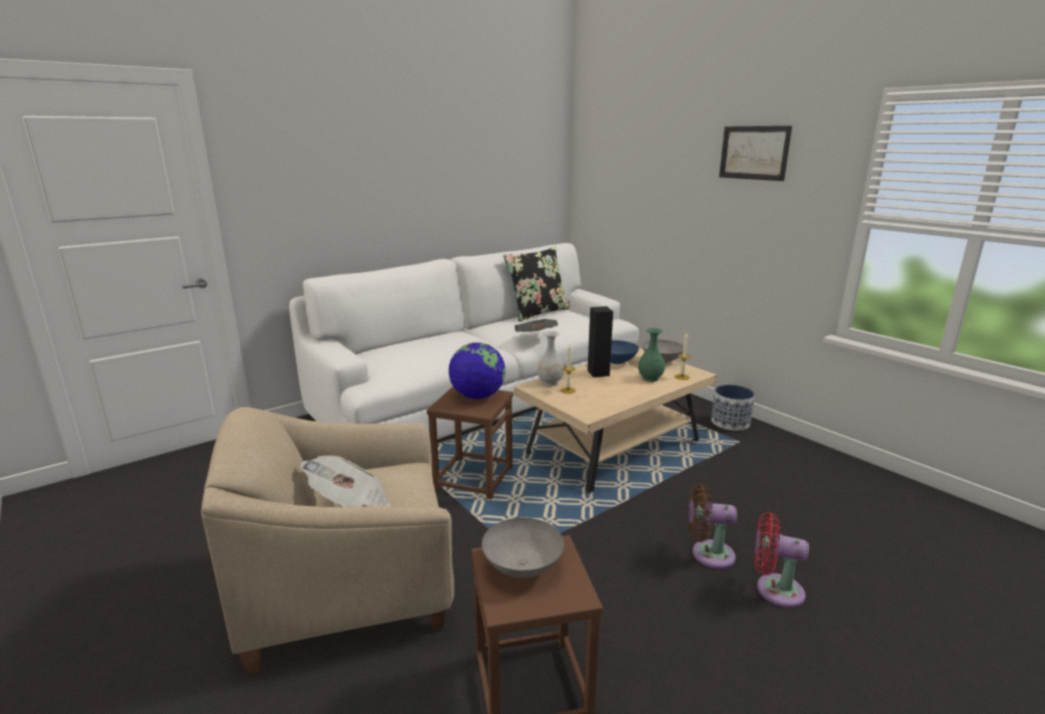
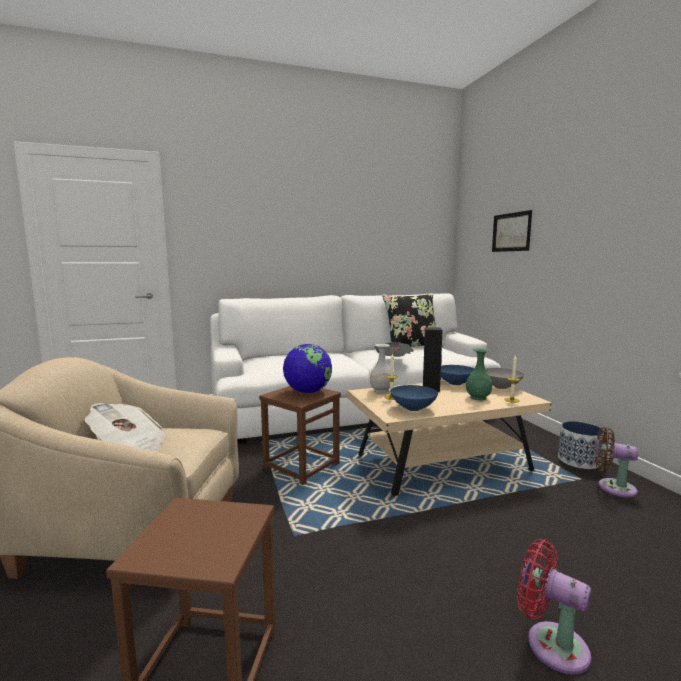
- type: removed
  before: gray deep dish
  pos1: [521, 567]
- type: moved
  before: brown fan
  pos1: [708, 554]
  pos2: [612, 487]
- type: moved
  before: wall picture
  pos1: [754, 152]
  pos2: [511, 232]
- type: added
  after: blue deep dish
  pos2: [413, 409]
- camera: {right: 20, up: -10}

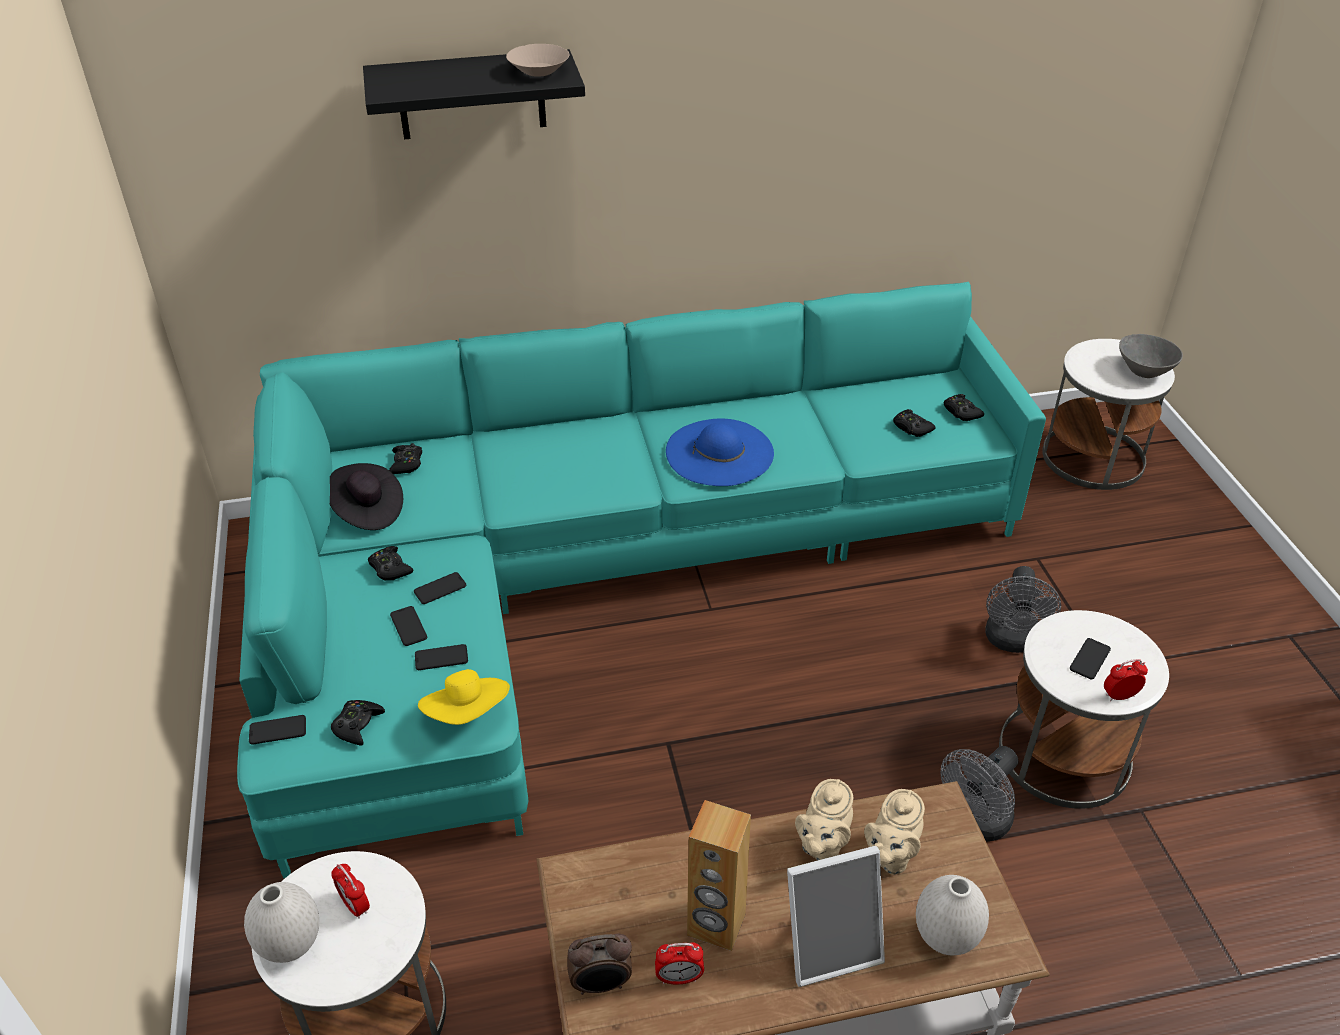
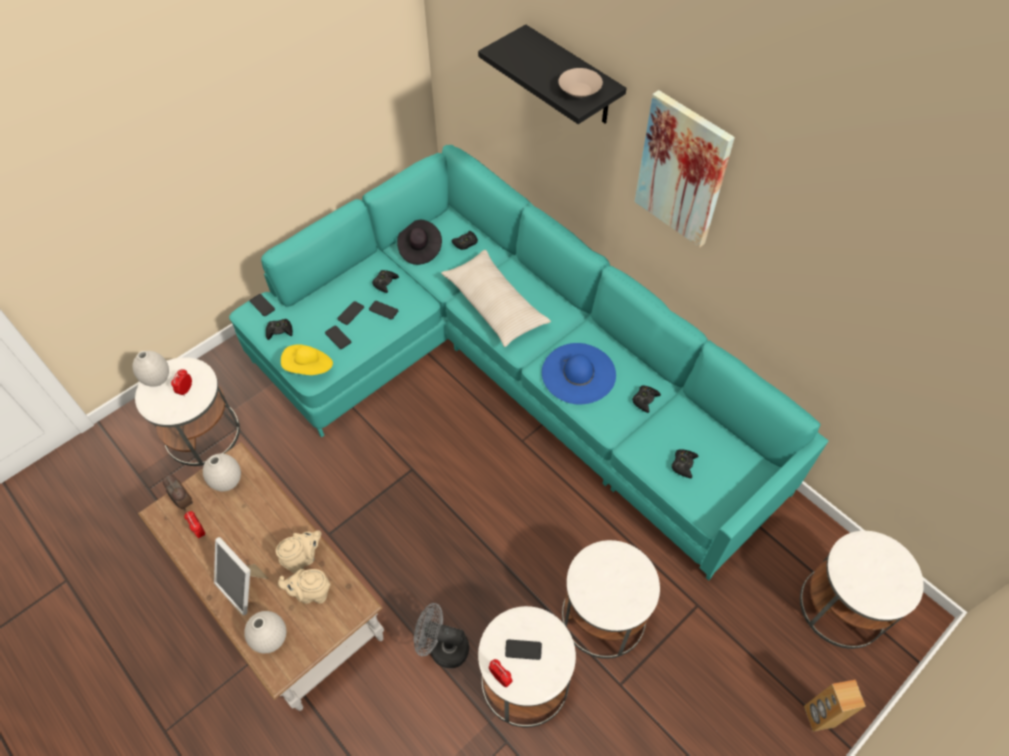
- type: moved
  before: brown audio speaker
  pos1: [716, 925]
  pos2: [818, 716]
- type: turned
  before: beige tea pot
  pos1: [822, 845]
  pos2: [303, 558]
  turn: 150
- type: moved
  before: blackish game controller
  pos1: [961, 412]
  pos2: [645, 400]
- type: replaced
  before: gray fan
  after: white side table
  pos1: [1011, 642]
  pos2: [604, 616]
- type: removed
  before: gray deep dish
  pos1: [1143, 371]
- type: added
  after: white vase
  pos2: [227, 482]
- type: added
  after: beige cushion
  pos2: [495, 305]
- type: added
  after: wall picture
  pos2: [682, 170]
- camera: {right: 60, up: 15}

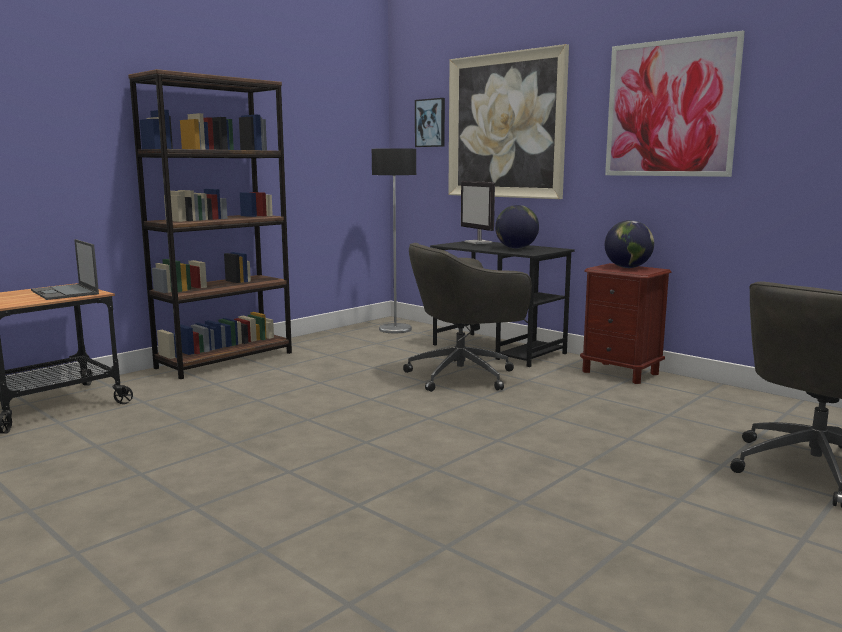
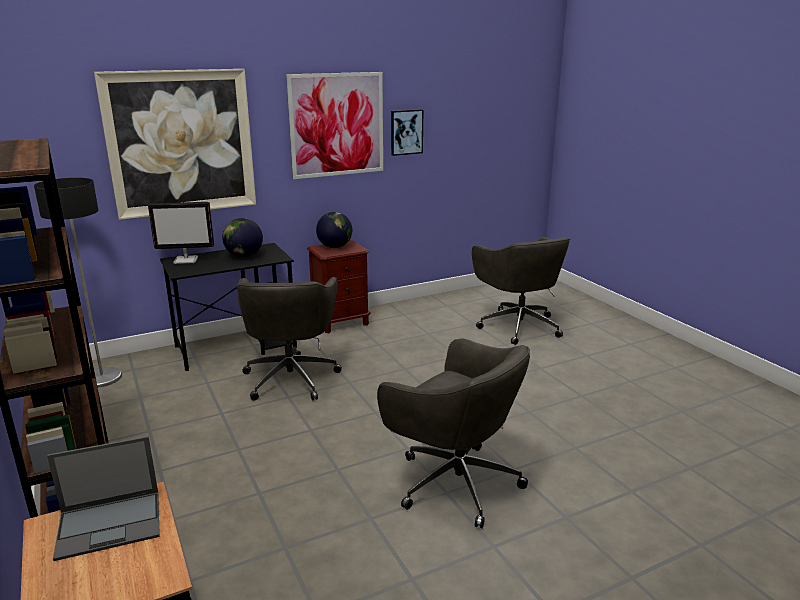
- type: moved
  before: wall picture
  pos1: [430, 123]
  pos2: [406, 132]
- type: added
  after: gray desk chair
  pos2: [454, 481]
- camera: {right: -70, up: 10}

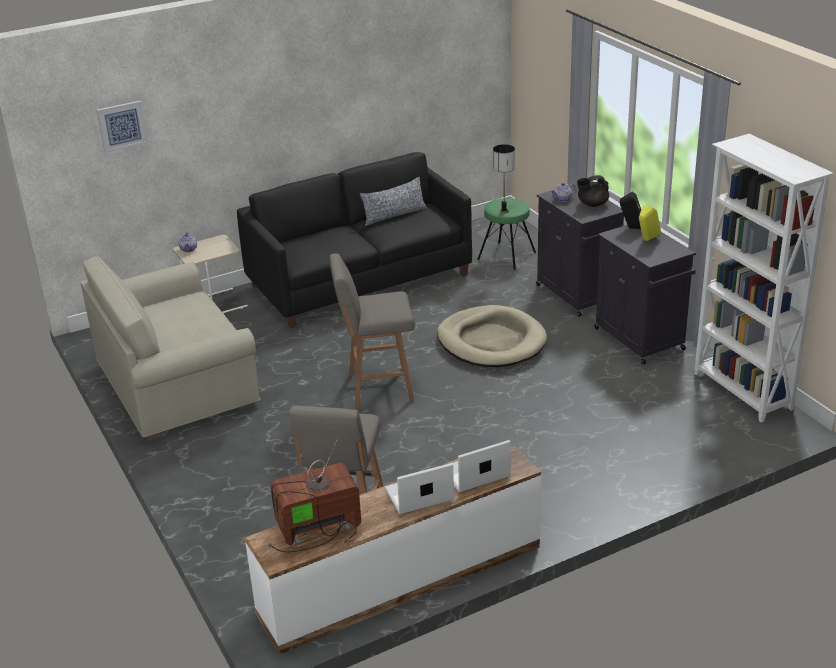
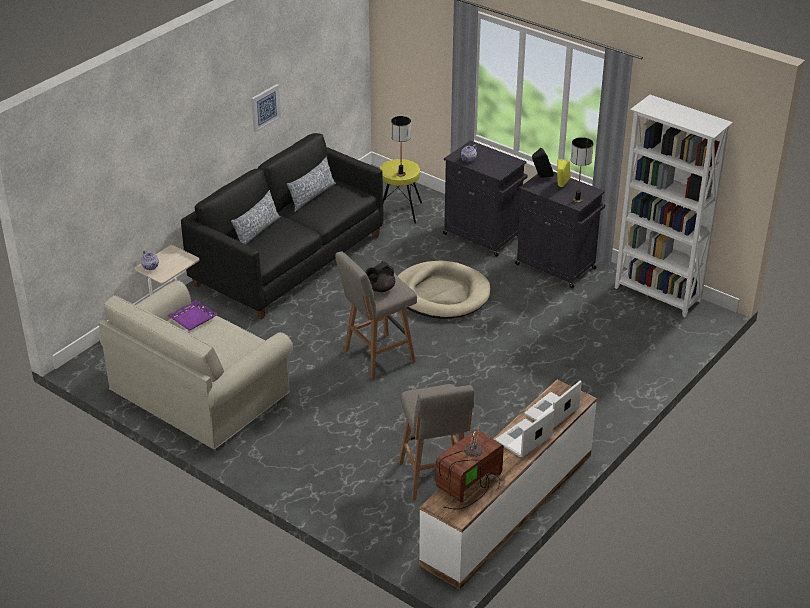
- type: moved
  before: wall picture
  pos1: [122, 126]
  pos2: [265, 107]
- type: recoloured
  before: green-coloured stool seat
  after: yellow stool seat
  pos1: [506, 256]
  pos2: [400, 211]
- type: moved
  before: blackish tea pot
  pos1: [592, 204]
  pos2: [379, 289]
- type: added
  after: purple-coloured tray
  pos2: [192, 318]
- type: added
  after: cushion
  pos2: [257, 231]
- type: added
  after: tabletop lamp
  pos2: [577, 199]
- camera: {right: -25, up: 5}

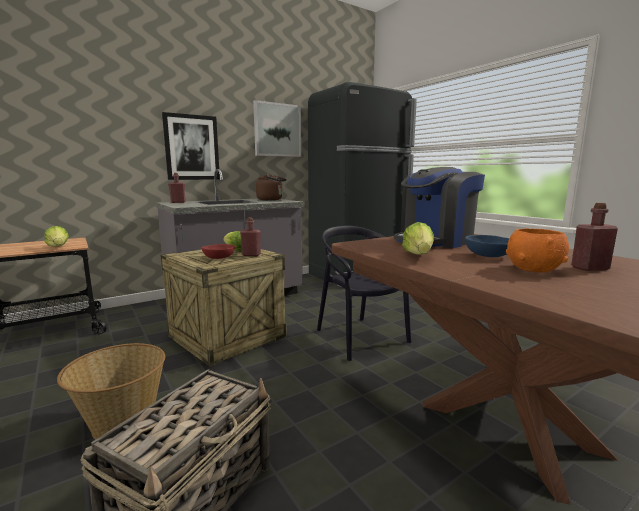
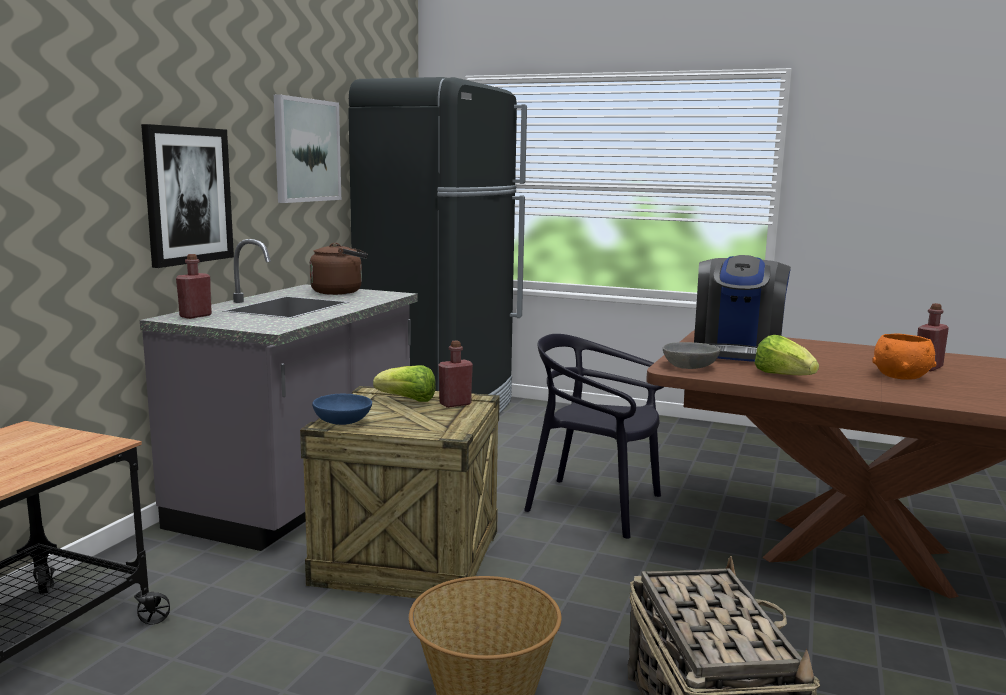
- type: removed
  before: head of lettuce
  pos1: [58, 247]
- type: removed
  before: red-coloured deep dish
  pos1: [219, 258]
- type: moved
  before: blue deep dish
  pos1: [489, 256]
  pos2: [343, 422]
- type: added
  after: gray deep dish
  pos2: [689, 367]
- camera: {right: -35, up: 0}

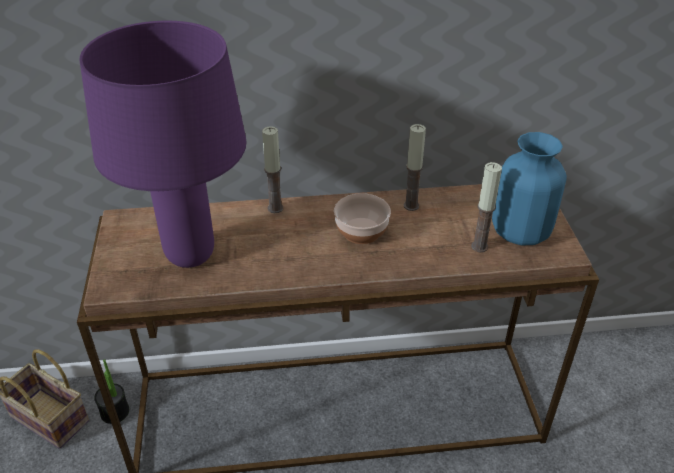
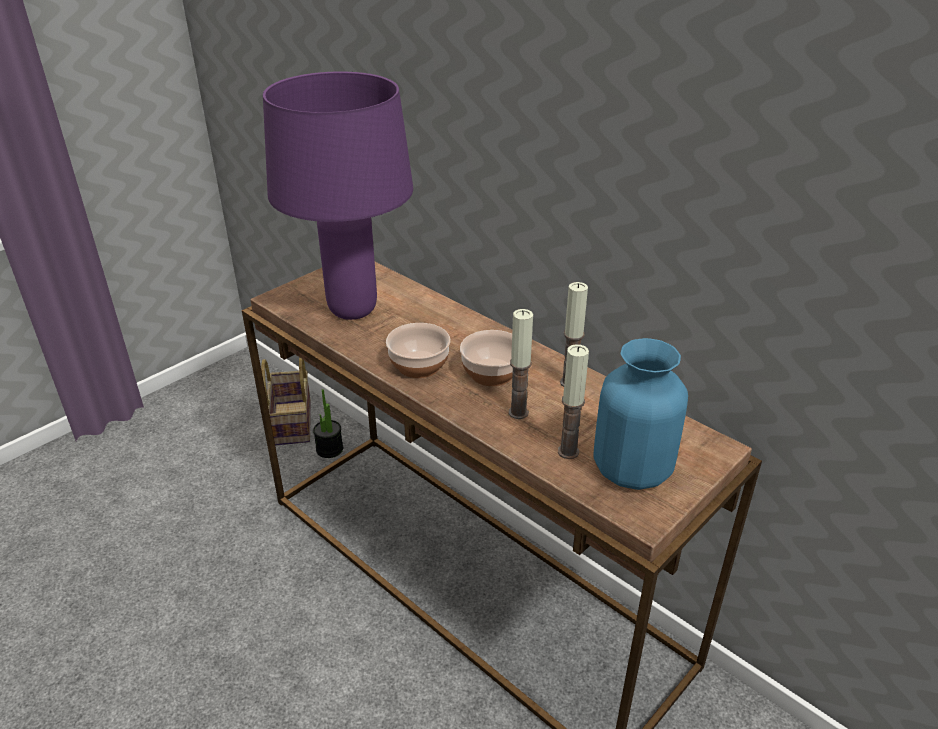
- type: moved
  before: wax light
  pos1: [275, 208]
  pos2: [518, 412]
- type: added
  after: deep dish
  pos2: [418, 365]
- camera: {right: 50, up: -5}

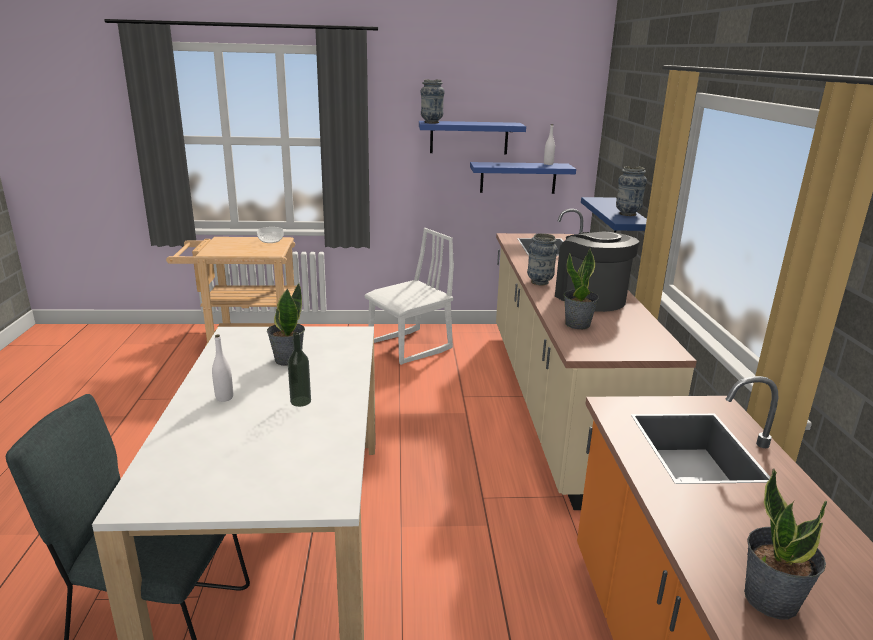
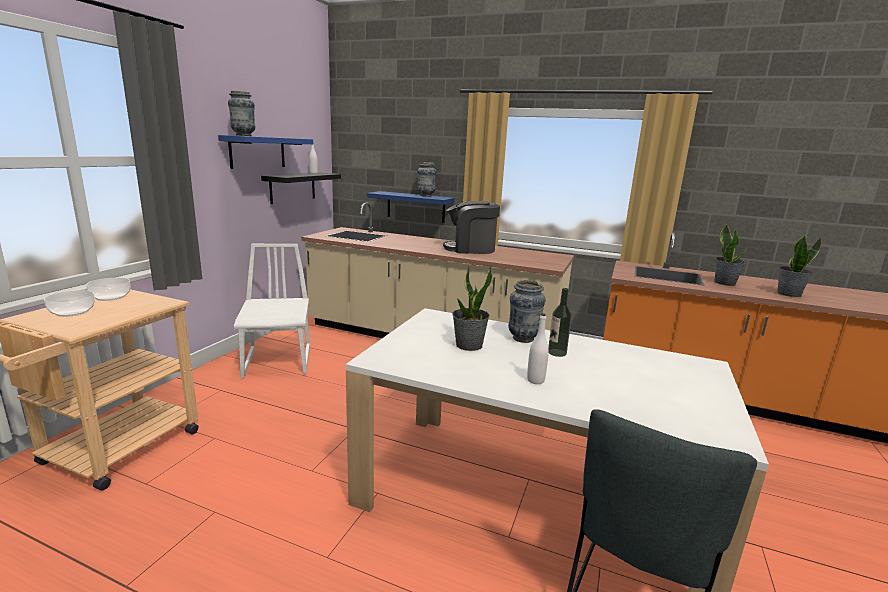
- type: recoloured
  before: blue shelf
  after: blackish shelf
  pos1: [518, 178]
  pos2: [293, 187]
- type: moved
  before: vase
  pos1: [540, 282]
  pos2: [523, 338]
- type: moved
  before: potted plant
  pos1: [578, 324]
  pos2: [725, 283]
- type: added
  after: deep dish
  pos2: [72, 311]
- camera: {right: -65, up: -5}

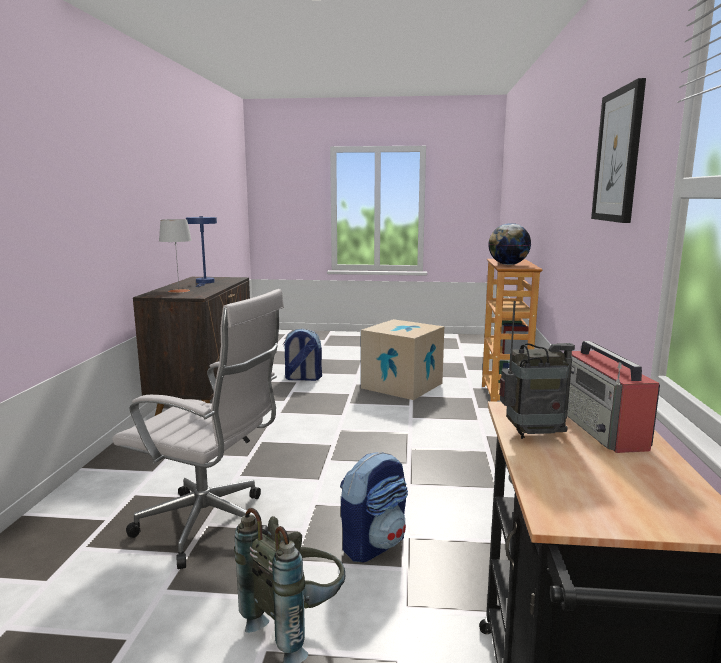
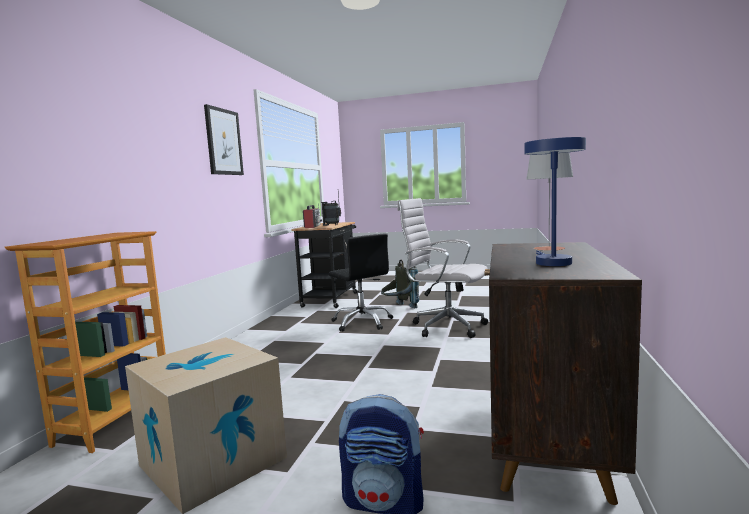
- type: replaced
  before: rucksack
  after: blackish desk chair
  pos1: [374, 544]
  pos2: [362, 322]
- type: removed
  before: world globe
  pos1: [508, 264]
- camera: {right: -170, up: -5}

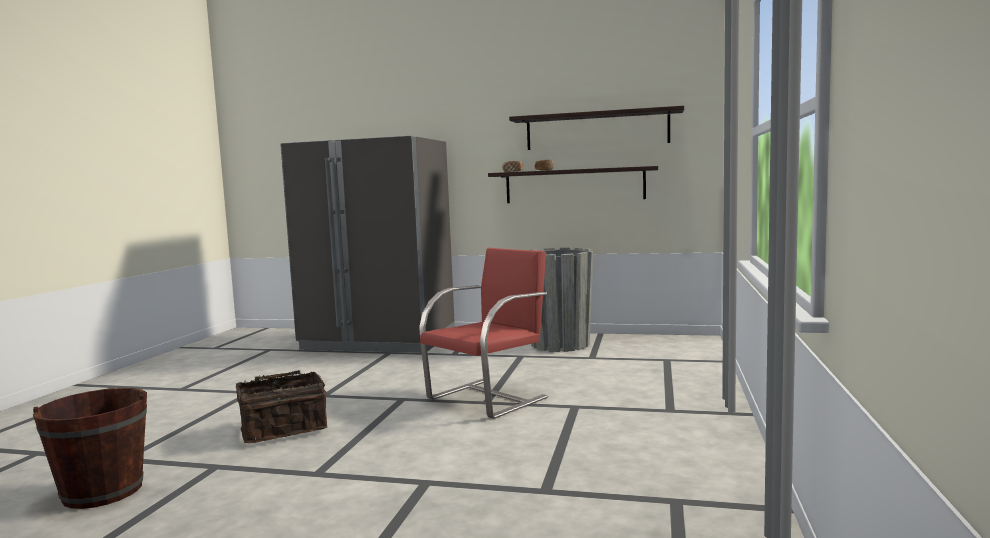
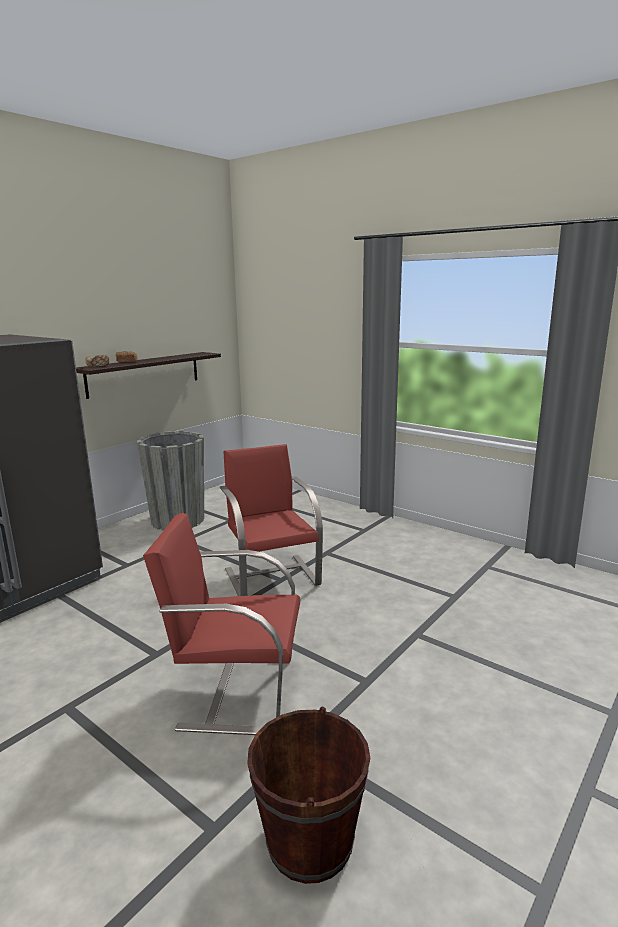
- type: replaced
  before: basket
  after: red-coloured upright chair
  pos1: [283, 429]
  pos2: [235, 691]
- type: removed
  before: shelf
  pos1: [596, 130]
- camera: {right: -65, up: 10}

